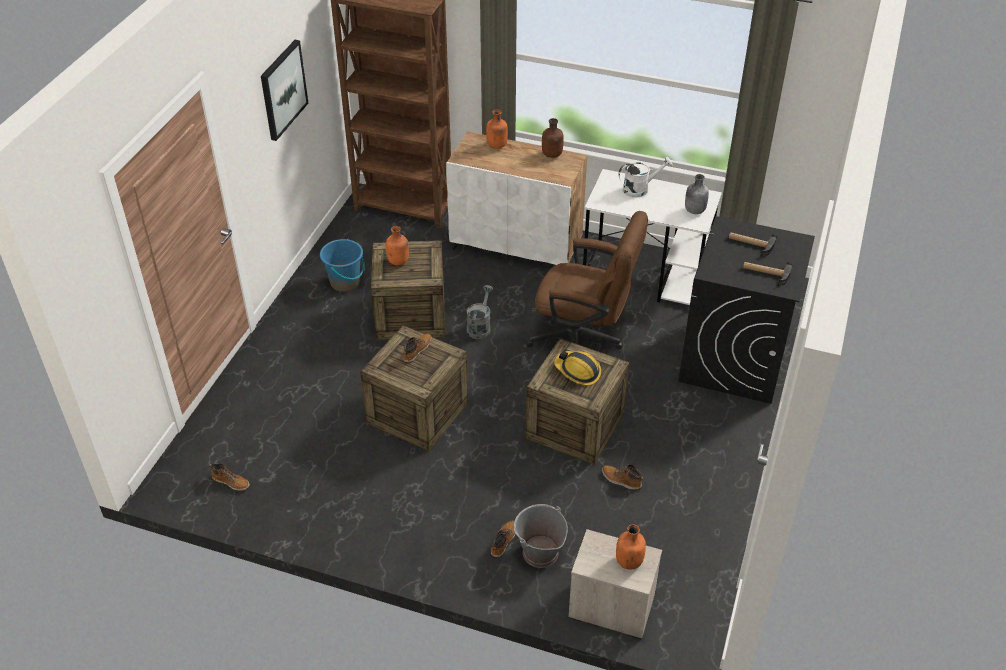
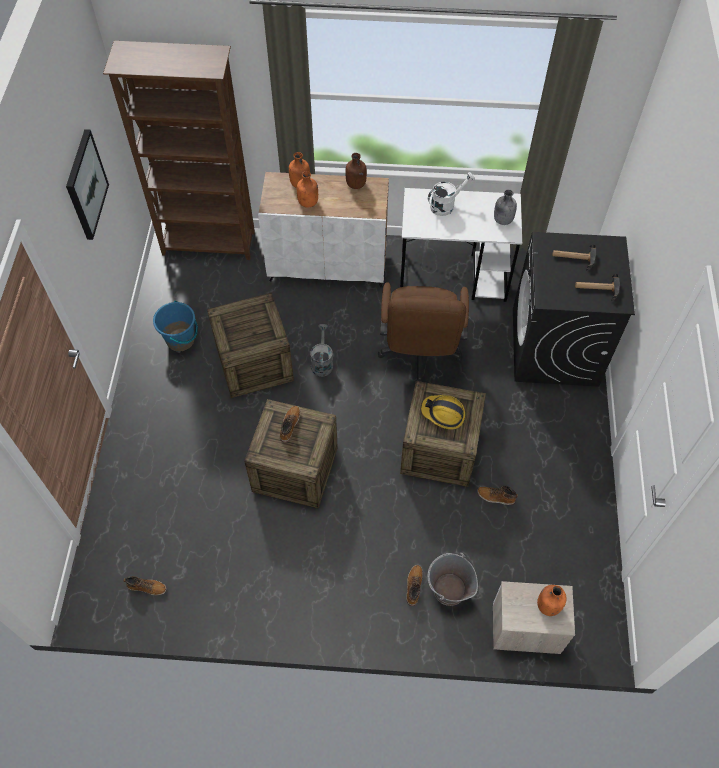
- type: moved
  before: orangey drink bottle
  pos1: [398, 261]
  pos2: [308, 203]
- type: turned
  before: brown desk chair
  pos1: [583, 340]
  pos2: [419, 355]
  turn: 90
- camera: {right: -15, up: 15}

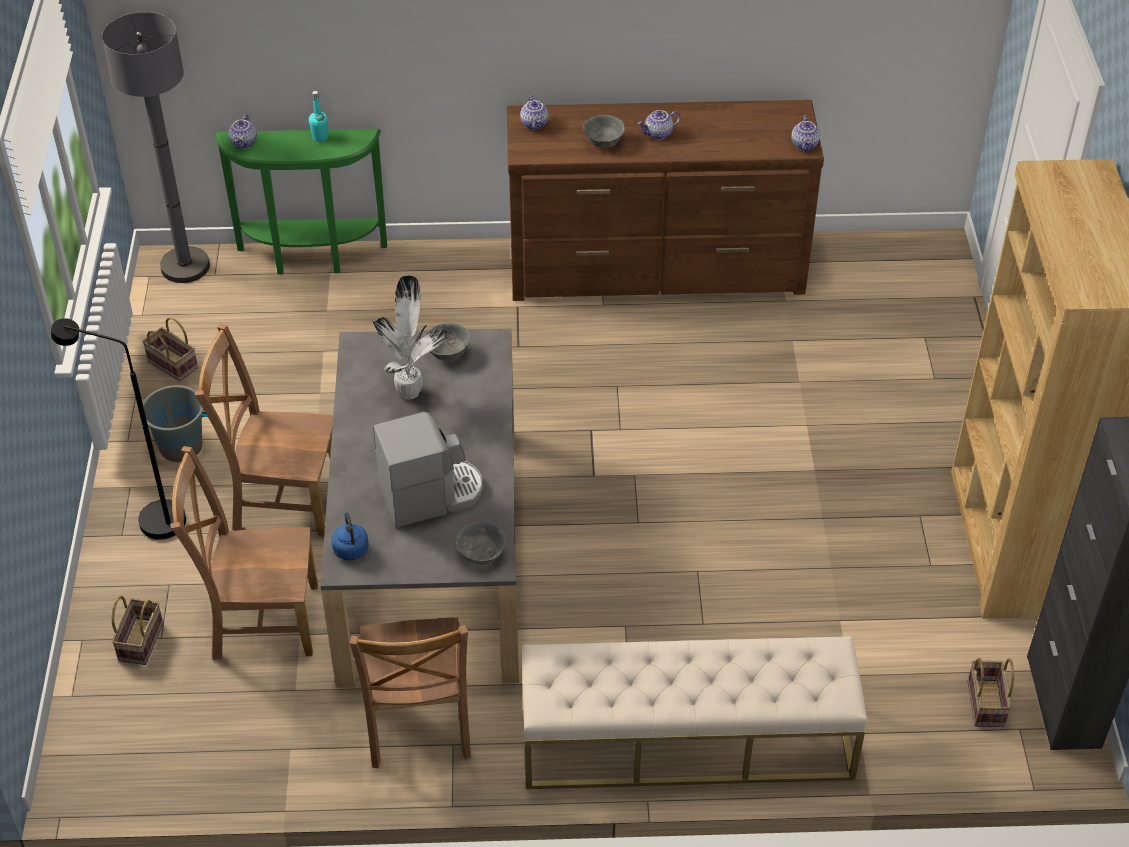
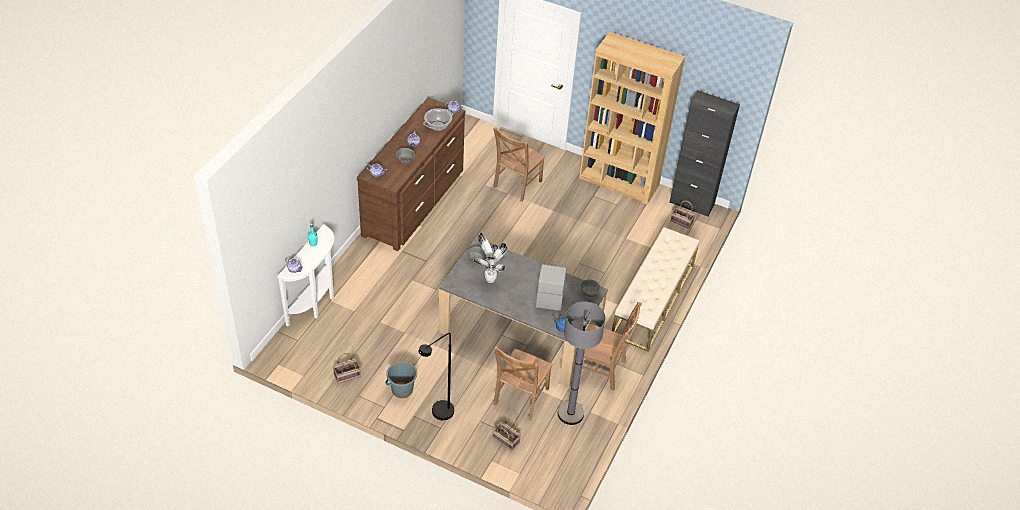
- type: moved
  before: gray floor lamp
  pos1: [185, 266]
  pos2: [570, 414]
- type: moved
  before: brown upright chair
  pos1: [282, 500]
  pos2: [516, 185]
- type: recoloured
  before: green-coloured hall table
  after: white hall table
  pos1: [311, 259]
  pos2: [316, 303]
- type: added
  after: cooking pot
  pos2: [438, 125]
- camera: {right: -65, up: 0}

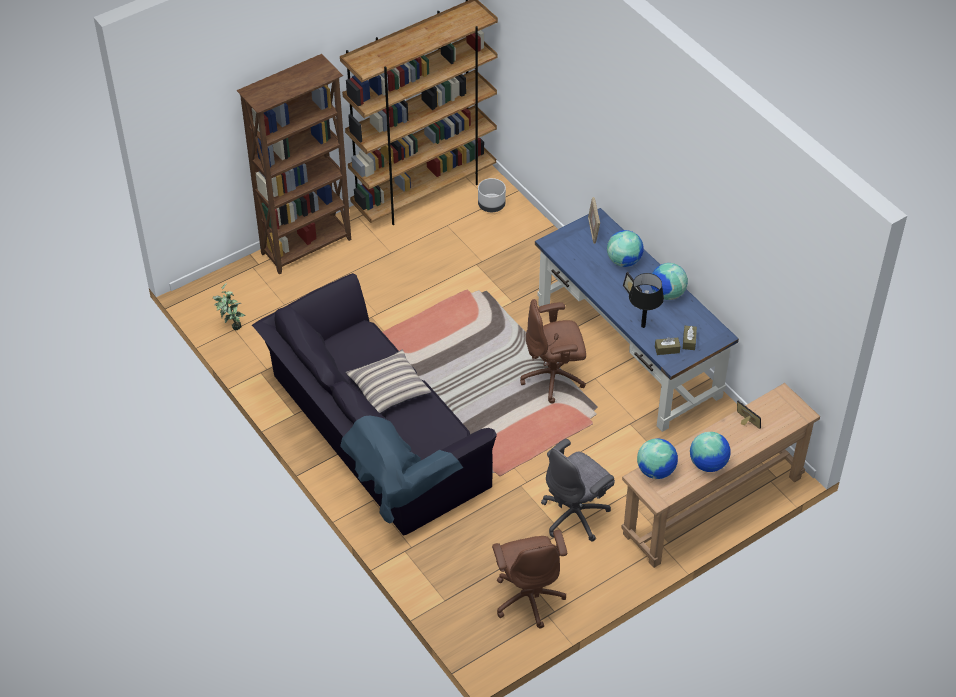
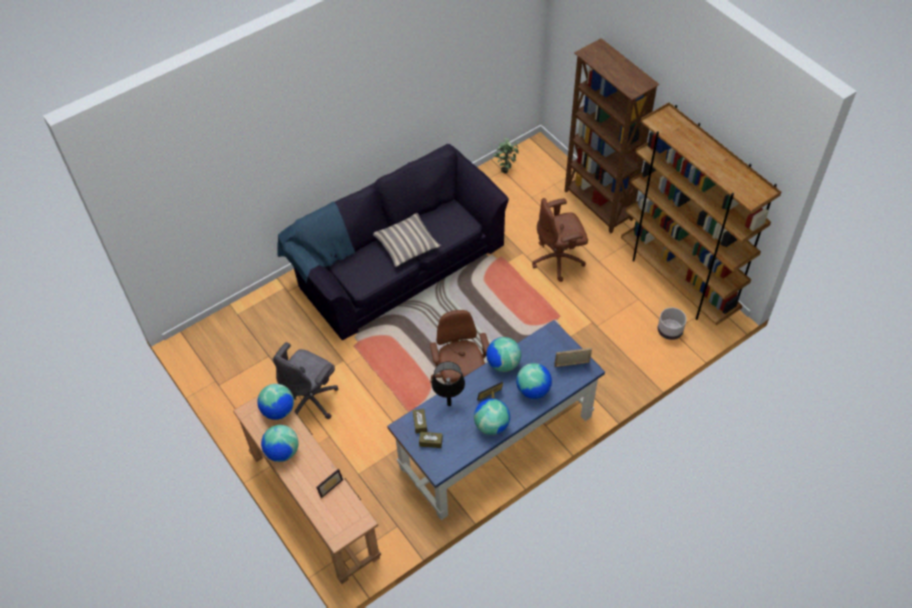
- type: moved
  before: brown desk chair
  pos1: [528, 597]
  pos2: [559, 260]
- type: turned
  before: gray desk chair
  pos1: [576, 515]
  pos2: [311, 399]
  turn: -105
- type: added
  after: world globe
  pos2: [503, 363]
- camera: {right: 90, up: 5}

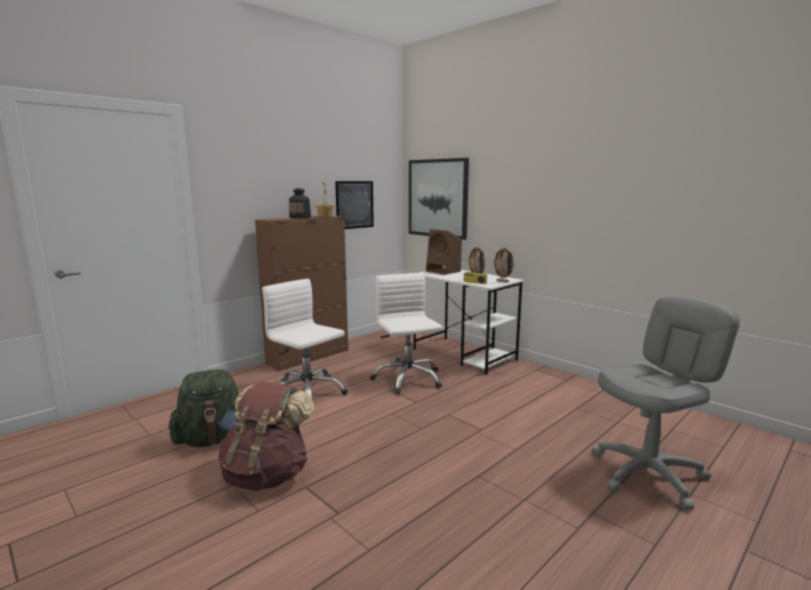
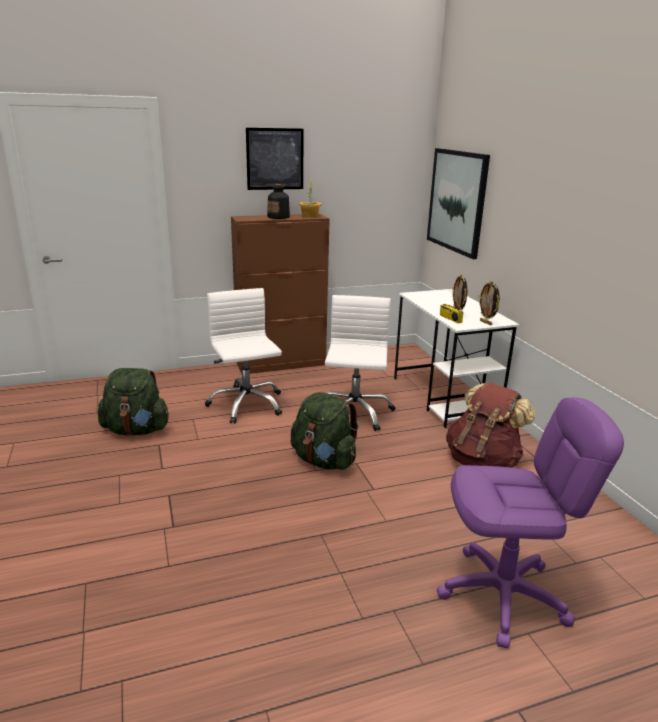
- type: moved
  before: brown rucksack
  pos1: [267, 475]
  pos2: [483, 461]
- type: moved
  before: wall picture
  pos1: [354, 204]
  pos2: [275, 159]
- type: removed
  before: brown audio speaker
  pos1: [444, 271]
- type: recoloured
  before: gray desk chair
  after: purple-coloured desk chair
  pos1: [648, 474]
  pos2: [503, 595]
- type: added
  after: green-coloured rucksack
  pos2: [323, 461]
- camera: {right: 25, up: 10}

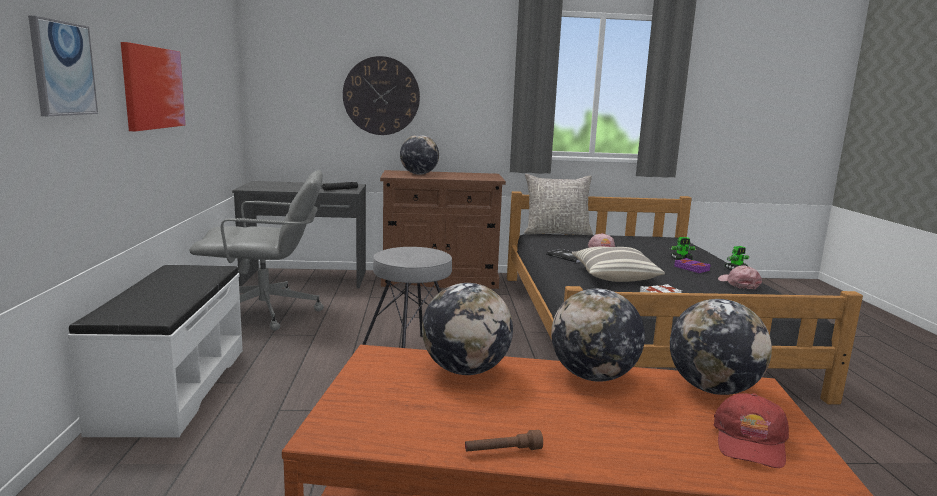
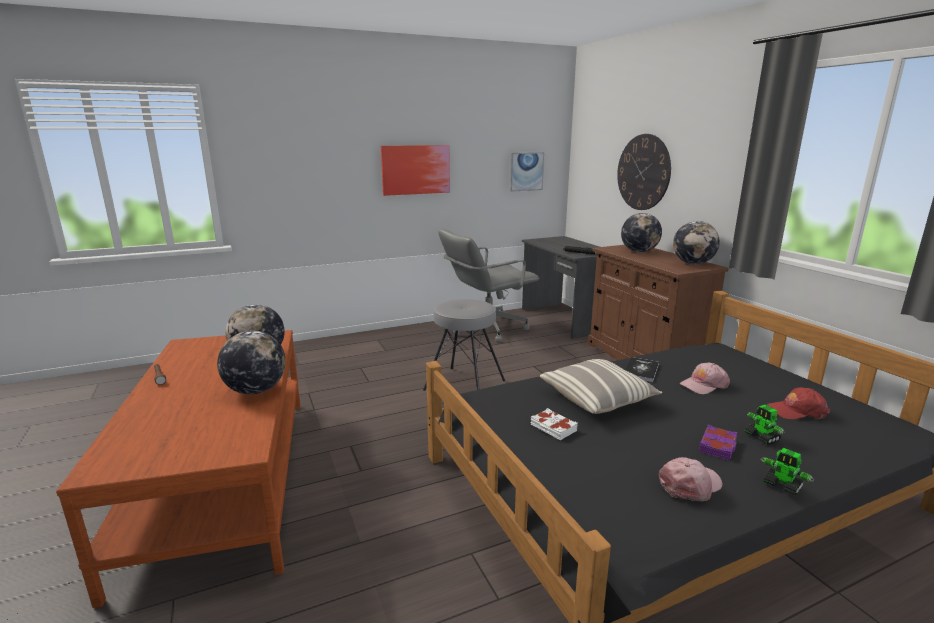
- type: moved
  before: wall picture
  pos1: [62, 68]
  pos2: [526, 171]
- type: removed
  before: white bench
  pos1: [172, 387]
- type: turned
  before: gray desk chair
  pos1: [266, 313]
  pos2: [487, 328]
  turn: 90
- type: removed
  before: gray cushion
  pos1: [556, 233]
- type: moved
  before: world globe
  pos1: [712, 389]
  pos2: [693, 263]
- type: moved
  before: red-coloured peaked cap
  pos1: [750, 441]
  pos2: [797, 411]
- camera: {right: 70, up: 5}

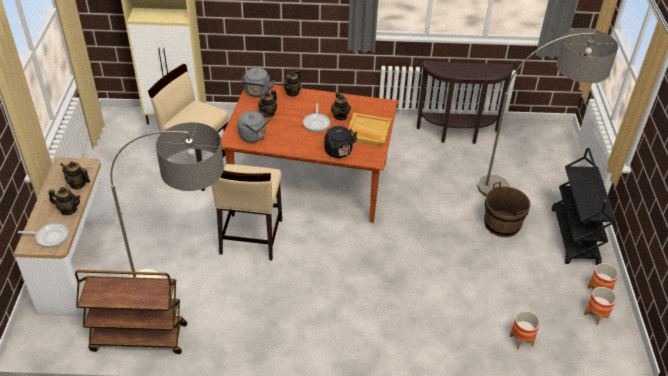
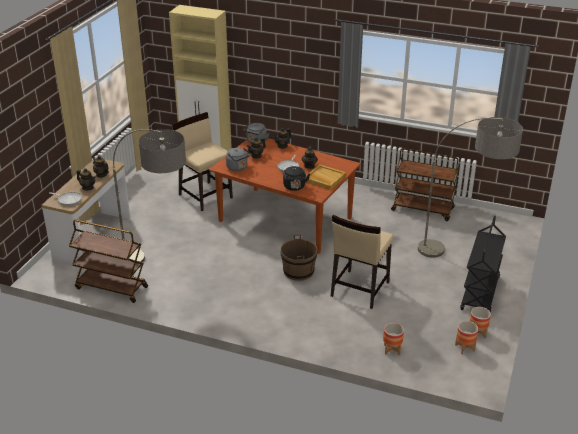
- type: moved
  before: beige upright chair
  pos1: [250, 237]
  pos2: [359, 289]
- type: replaced
  before: brown hall table
  after: brown cart
  pos1: [458, 135]
  pos2: [423, 209]
- type: moved
  before: brown pail
  pos1: [502, 224]
  pos2: [298, 271]
- camera: {right: 20, up: -10}

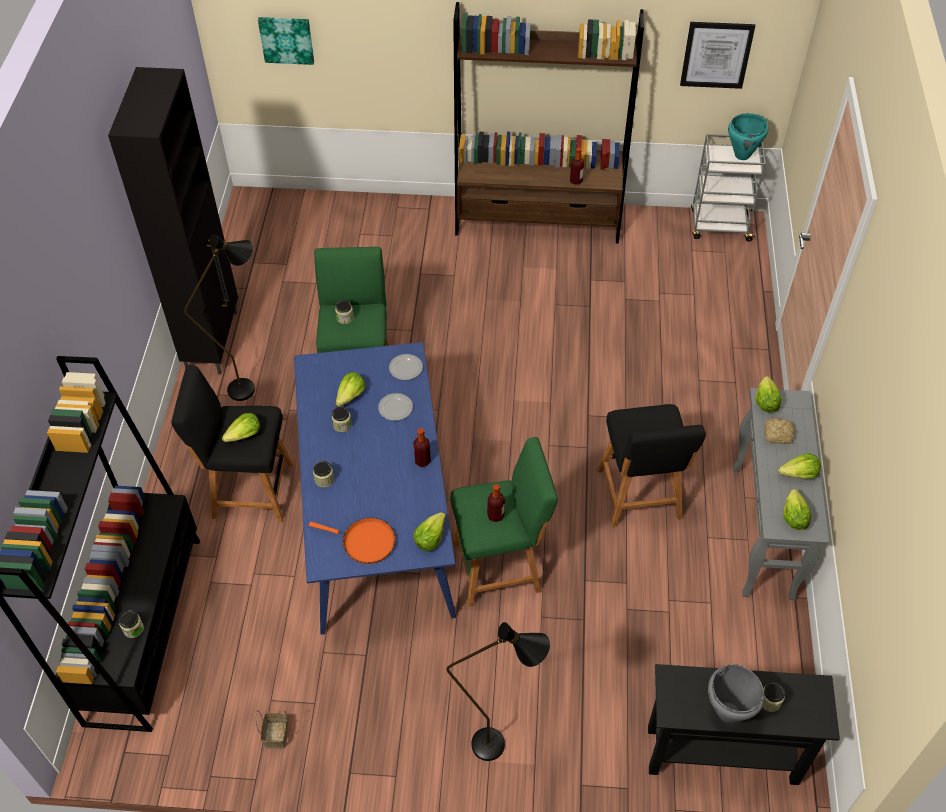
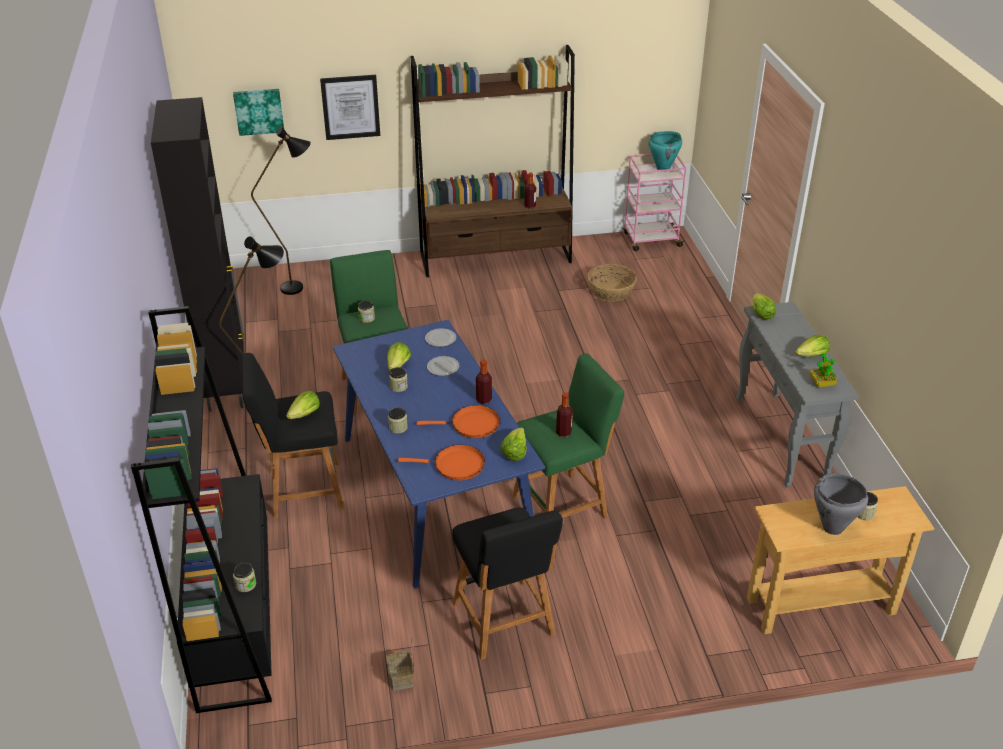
- type: moved
  before: blackish floor lamp
  pos1: [501, 745]
  pos2: [300, 287]
- type: moved
  before: blackish stool seat
  pos1: [640, 498]
  pos2: [505, 623]
- type: recoloured
  before: blackish hall table
  after: beige hall table
  pos1: [722, 754]
  pos2: [820, 606]
- type: moved
  before: wall picture
  pos1: [716, 54]
  pos2: [350, 107]
- type: recoloured
  before: gray cart
  after: pink-coloured cart
  pos1: [719, 226]
  pos2: [651, 240]
- type: removed
  before: bread
  pos1: [778, 435]
- type: replaced
  before: head of lettuce
  after: potted plant
  pos1: [793, 516]
  pos2: [821, 383]
- type: added
  after: orangey skillet
  pos2: [472, 425]
- type: added
  after: basket
  pos2: [611, 291]
- camera: {right: -15, up: -15}

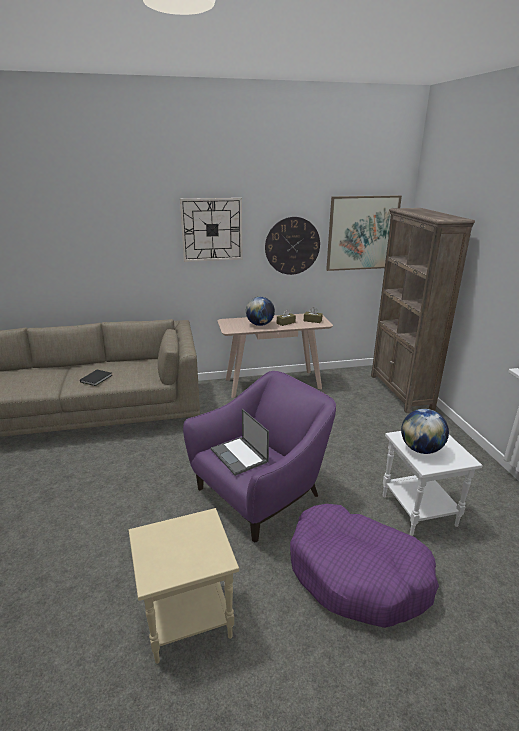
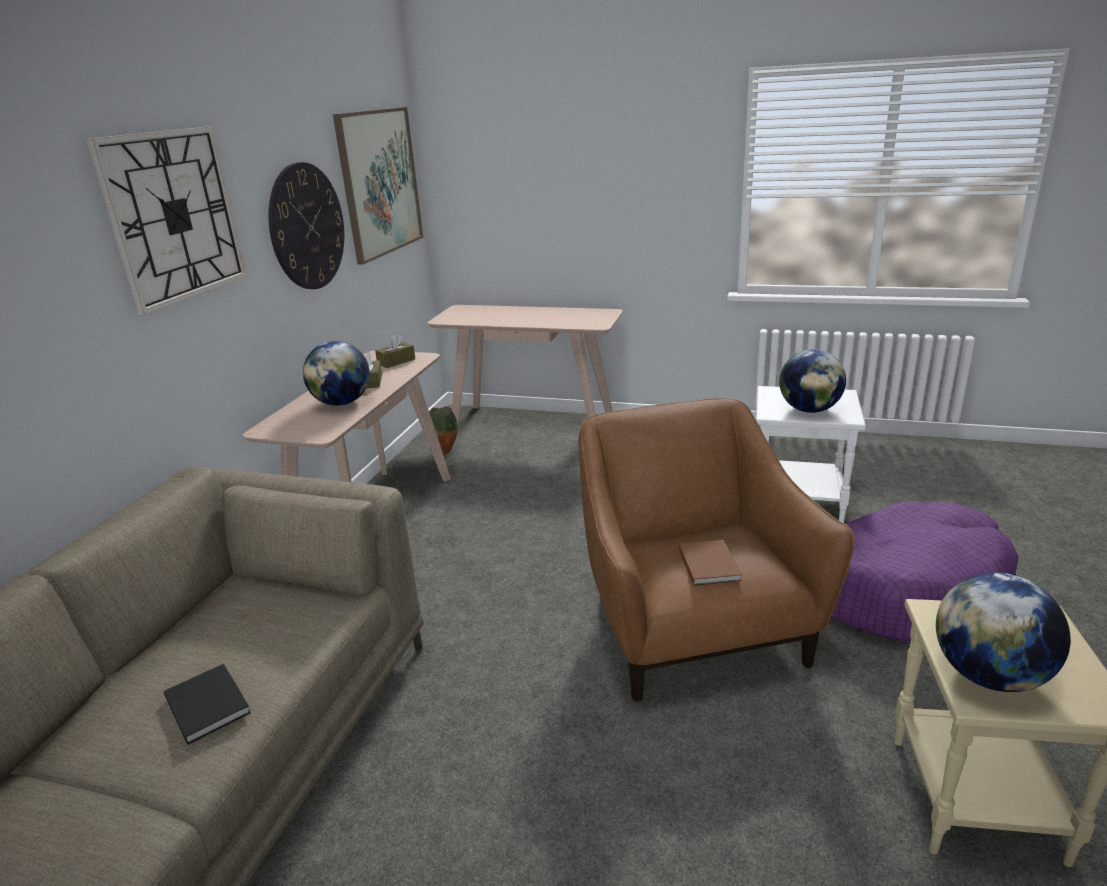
- type: recoloured
  before: purple-coloured armchair
  after: brown armchair
  pos1: [260, 493]
  pos2: [692, 626]
- type: replaced
  before: portable computer
  after: brown volume
  pos1: [239, 456]
  pos2: [709, 564]
- type: replaced
  before: brown bookcase
  after: beige hall table
  pos1: [401, 392]
  pos2: [533, 423]
- type: added
  after: vase
  pos2: [444, 453]
- type: added
  after: world globe
  pos2: [989, 675]
- camera: {right: -60, up: 0}

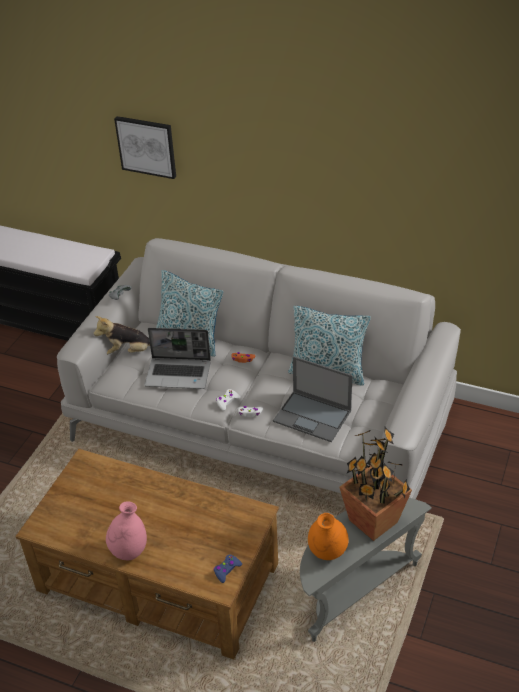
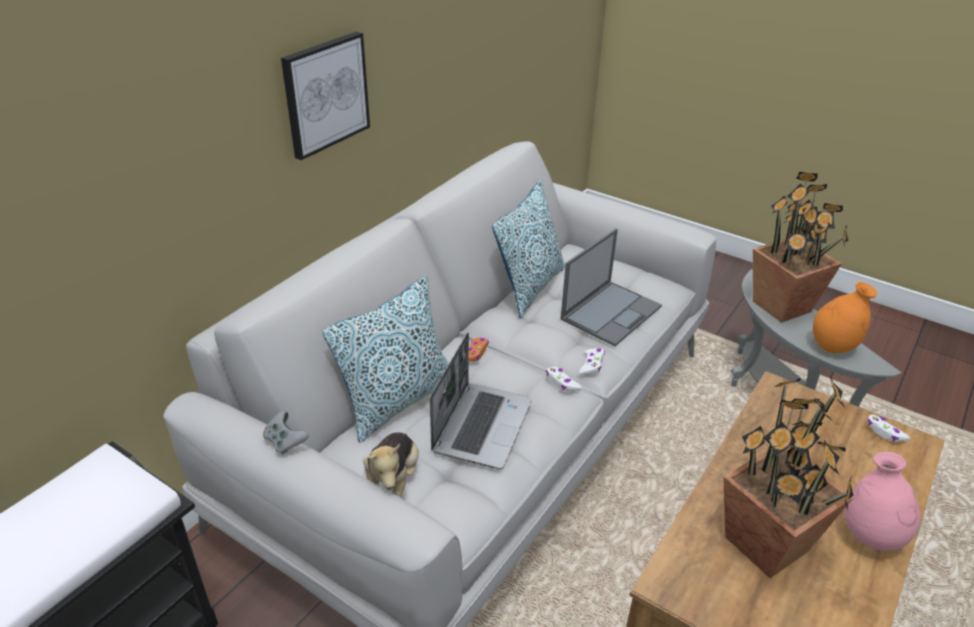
- type: moved
  before: wall picture
  pos1: [146, 146]
  pos2: [325, 94]
- type: recoloured
  before: blue game controller
  after: white game controller
  pos1: [227, 570]
  pos2: [885, 432]
- type: added
  after: potted plant
  pos2: [766, 545]
- camera: {right: -80, up: -5}

